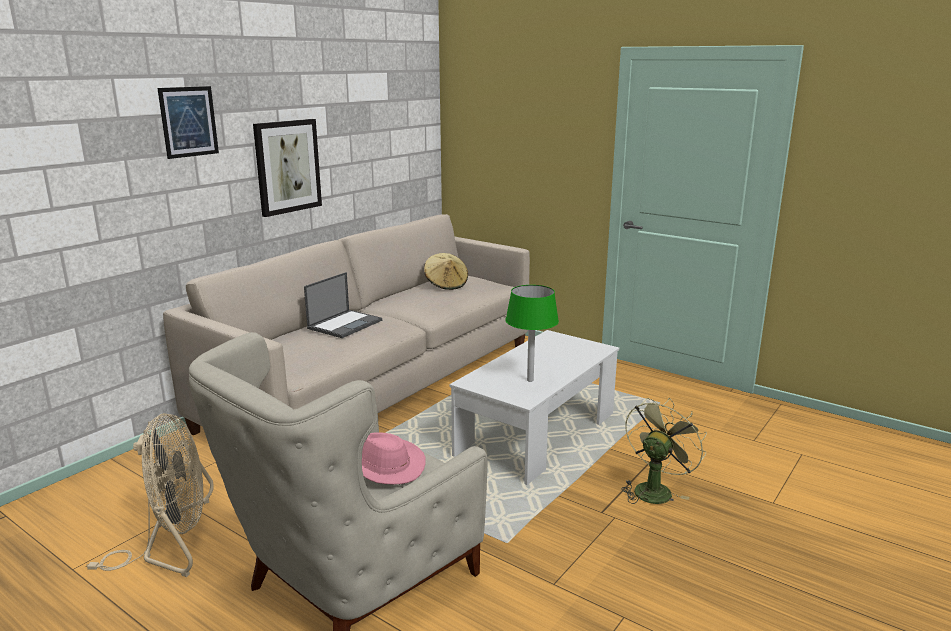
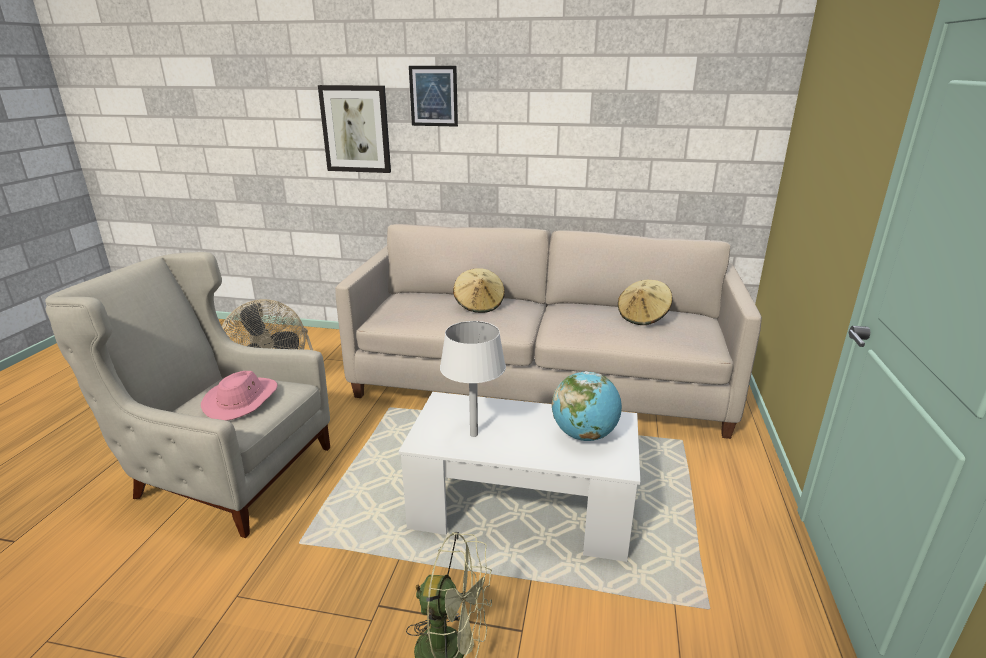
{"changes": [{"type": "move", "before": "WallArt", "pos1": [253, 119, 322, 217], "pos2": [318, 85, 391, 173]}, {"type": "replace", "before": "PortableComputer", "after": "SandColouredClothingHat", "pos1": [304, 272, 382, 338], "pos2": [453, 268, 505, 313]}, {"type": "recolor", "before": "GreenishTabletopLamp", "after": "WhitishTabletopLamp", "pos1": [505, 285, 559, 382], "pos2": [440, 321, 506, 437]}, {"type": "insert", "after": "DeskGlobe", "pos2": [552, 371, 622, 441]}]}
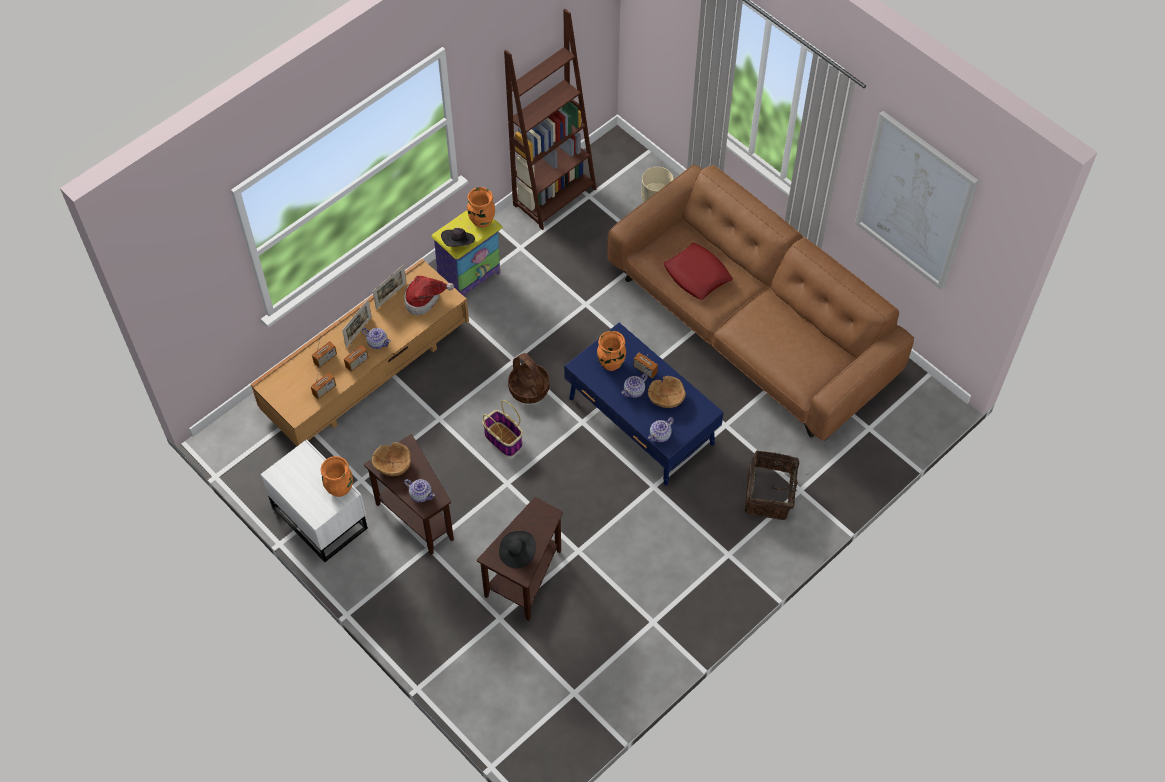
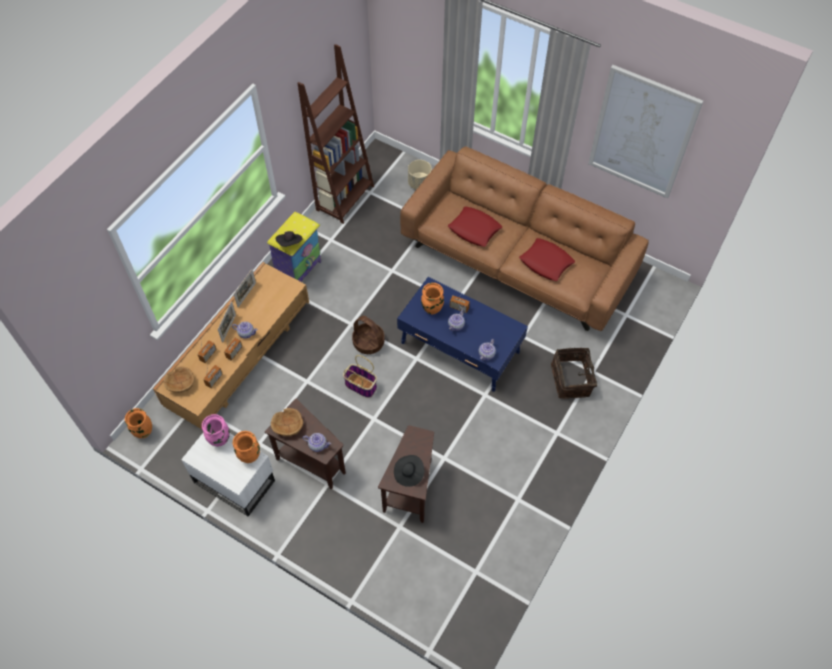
{"changes": [{"type": "delete", "before": "ClothingHat", "pos1": [404, 276, 454, 315]}, {"type": "move", "before": "OrangeFlowerVase", "pos1": [467, 187, 495, 228], "pos2": [125, 408, 152, 438]}, {"type": "move", "before": "BrownishBowl", "pos1": [648, 376, 686, 408], "pos2": [164, 366, 195, 393]}, {"type": "insert", "after": "PinkFlowerVase", "pos2": [202, 414, 229, 447]}, {"type": "insert", "after": "RedColouredPillow", "pos2": [519, 238, 575, 281]}]}
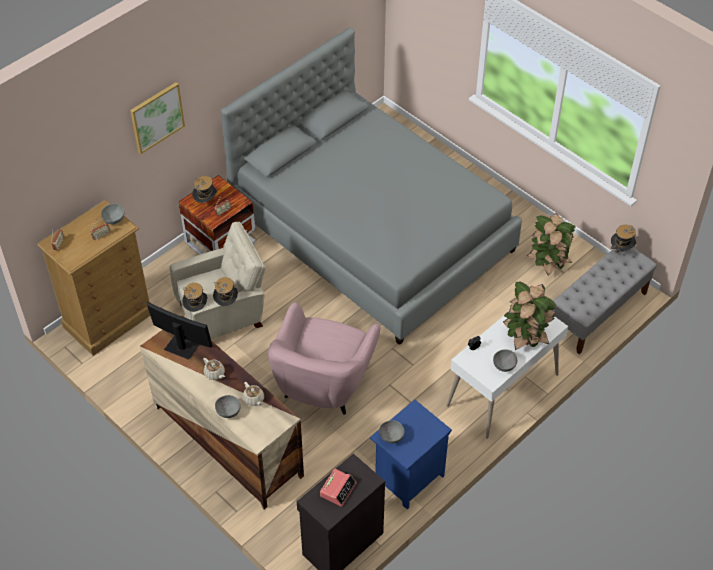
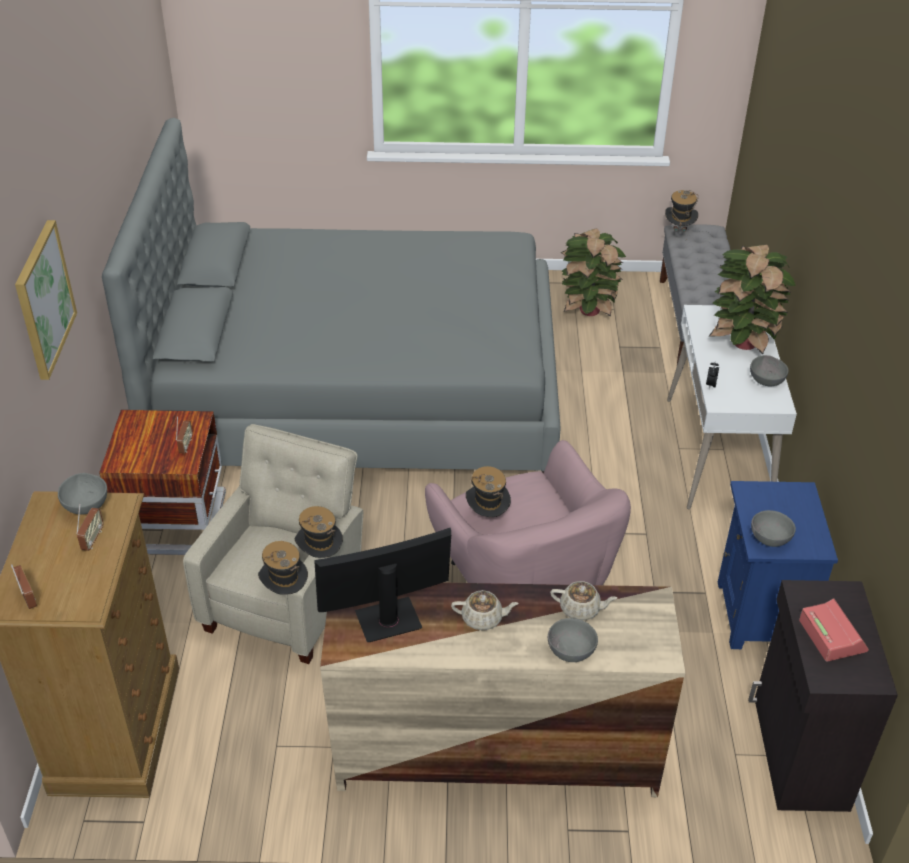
{"changes": [{"type": "move", "before": "ClothingHat", "pos1": [192, 176, 217, 203], "pos2": [466, 466, 511, 517]}]}
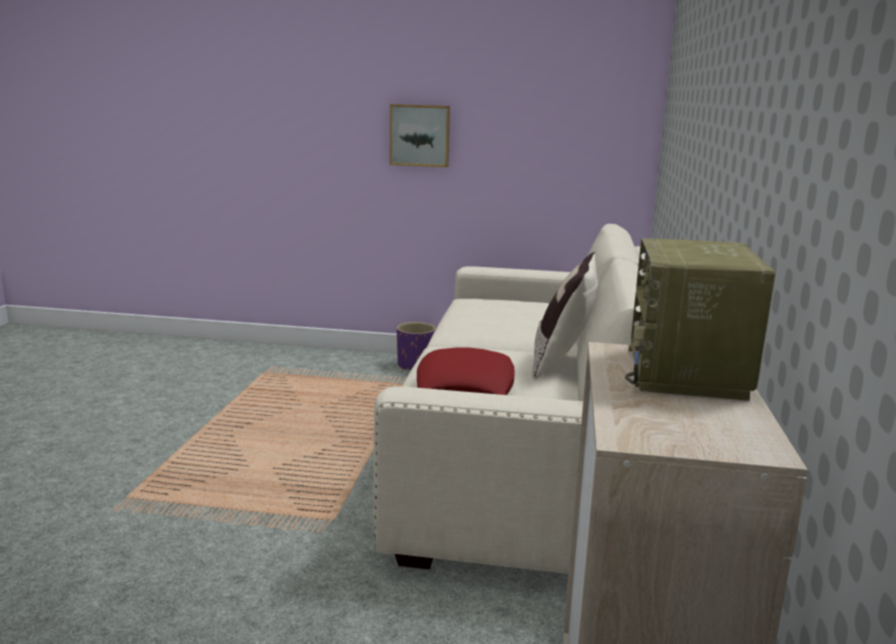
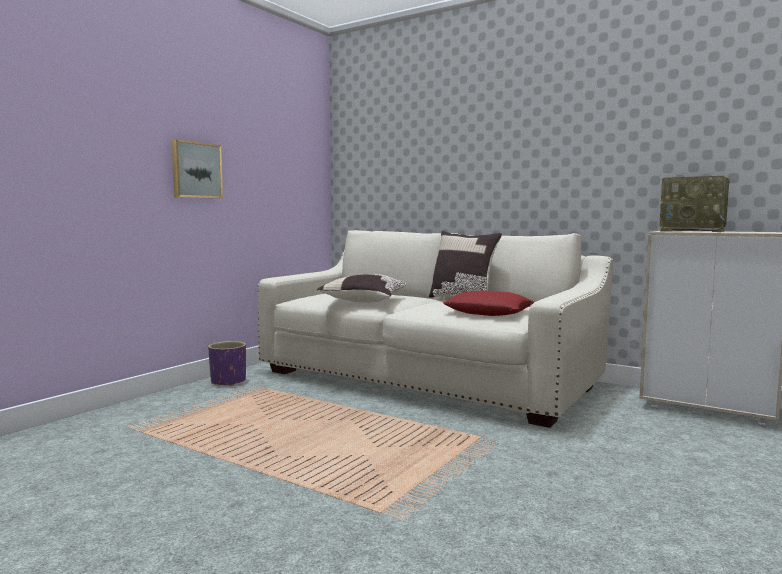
{"changes": [{"type": "insert", "after": "Pillow", "pos2": [317, 274, 406, 303]}]}
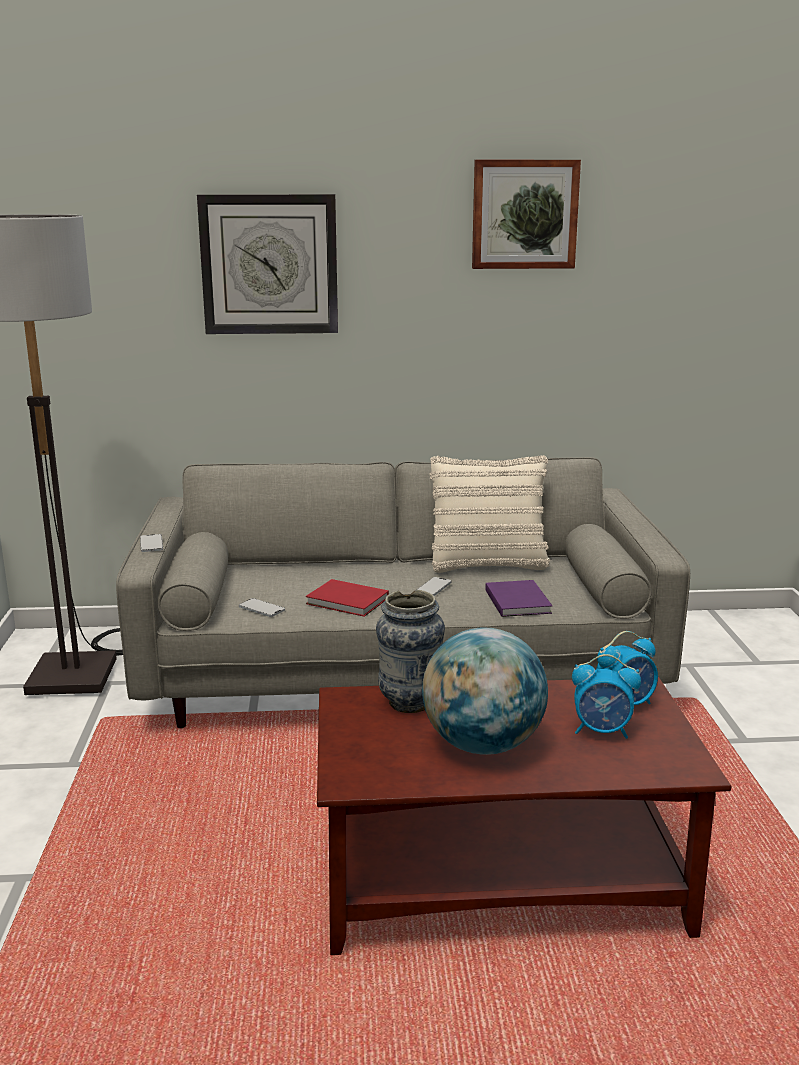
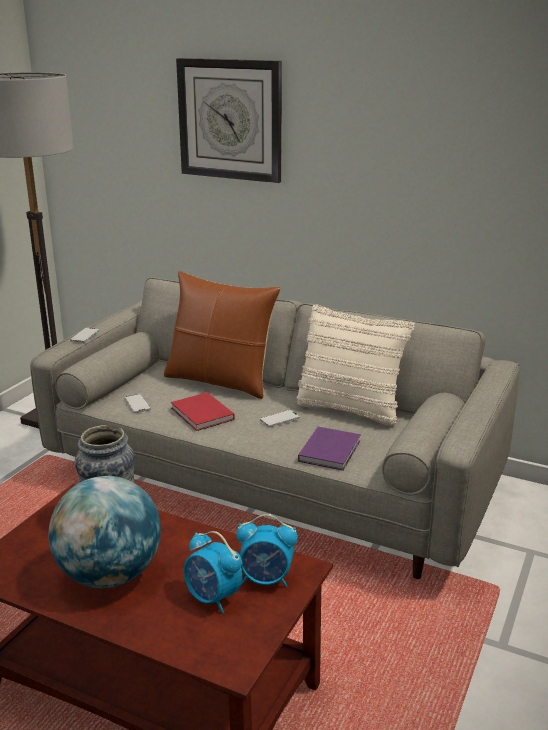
{"changes": [{"type": "delete", "before": "WallArt", "pos1": [472, 160, 581, 269]}, {"type": "insert", "after": "BrownishPillow", "pos2": [164, 271, 280, 399]}]}
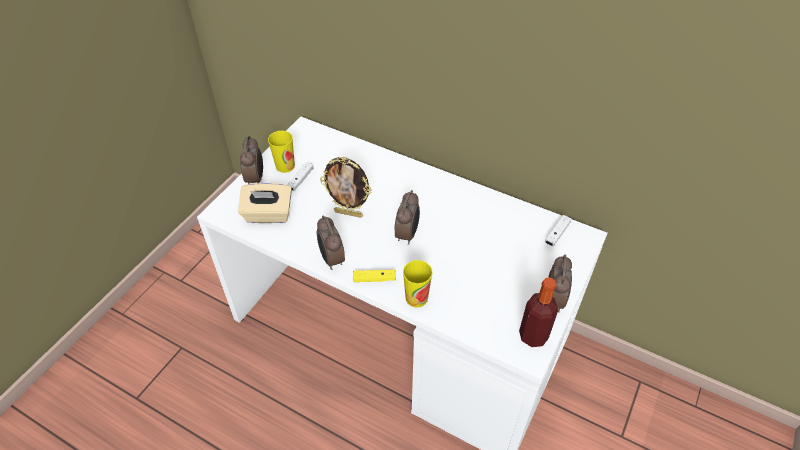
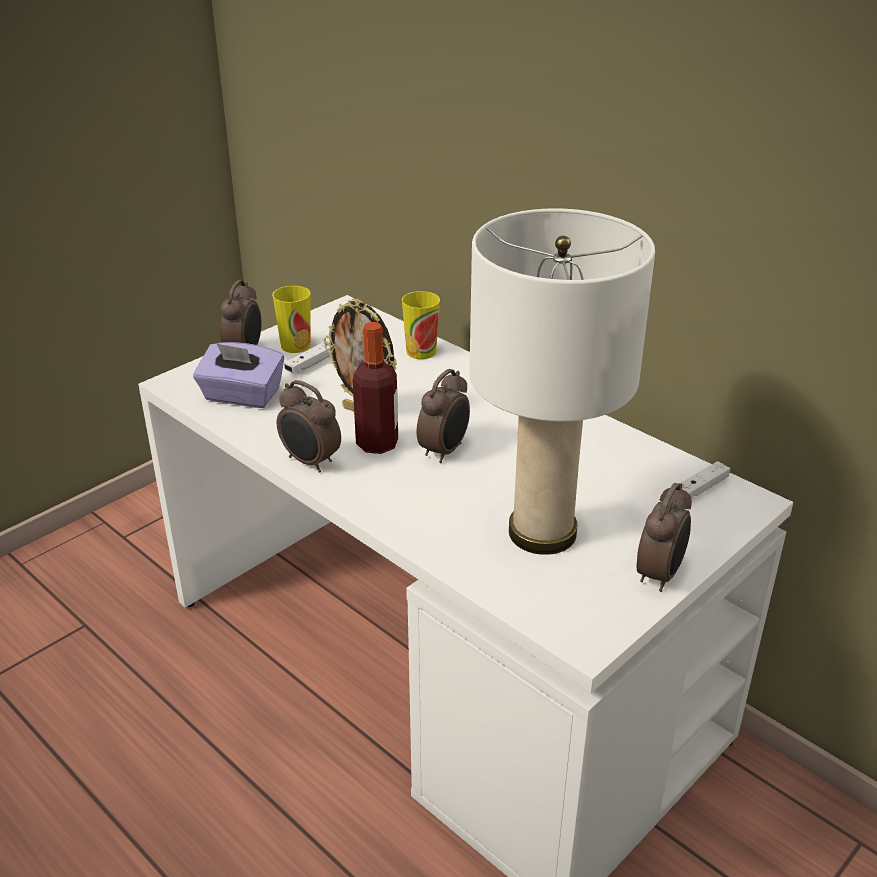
{"changes": [{"type": "recolor", "before": "SandColouredTissueHolder", "after": "PurplishTissueHolder", "pos1": [238, 183, 292, 223], "pos2": [193, 342, 284, 408]}, {"type": "rotate", "before": "TableClock", "pos1": [317, 215, 345, 270], "pos2": [277, 380, 341, 473], "turn": -45}, {"type": "delete", "before": "YellowJoypad", "pos1": [353, 270, 396, 282]}, {"type": "move", "before": "SmallCup", "pos1": [403, 260, 433, 307], "pos2": [402, 291, 440, 359]}, {"type": "move", "before": "DrinkBottle", "pos1": [519, 278, 558, 347], "pos2": [353, 322, 398, 454]}, {"type": "insert", "after": "WhitishTabletopLamp", "pos2": [470, 209, 655, 555]}]}
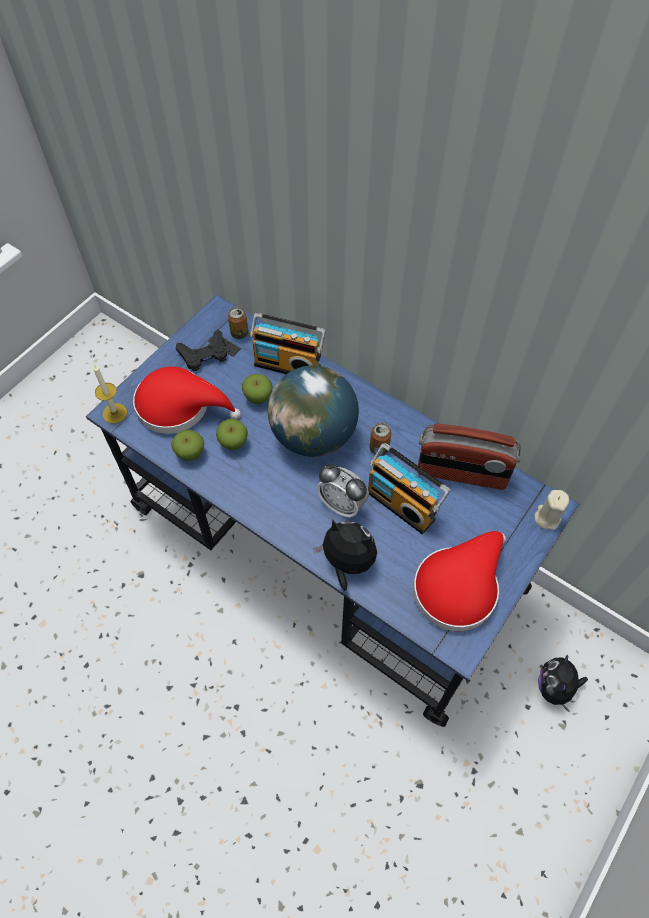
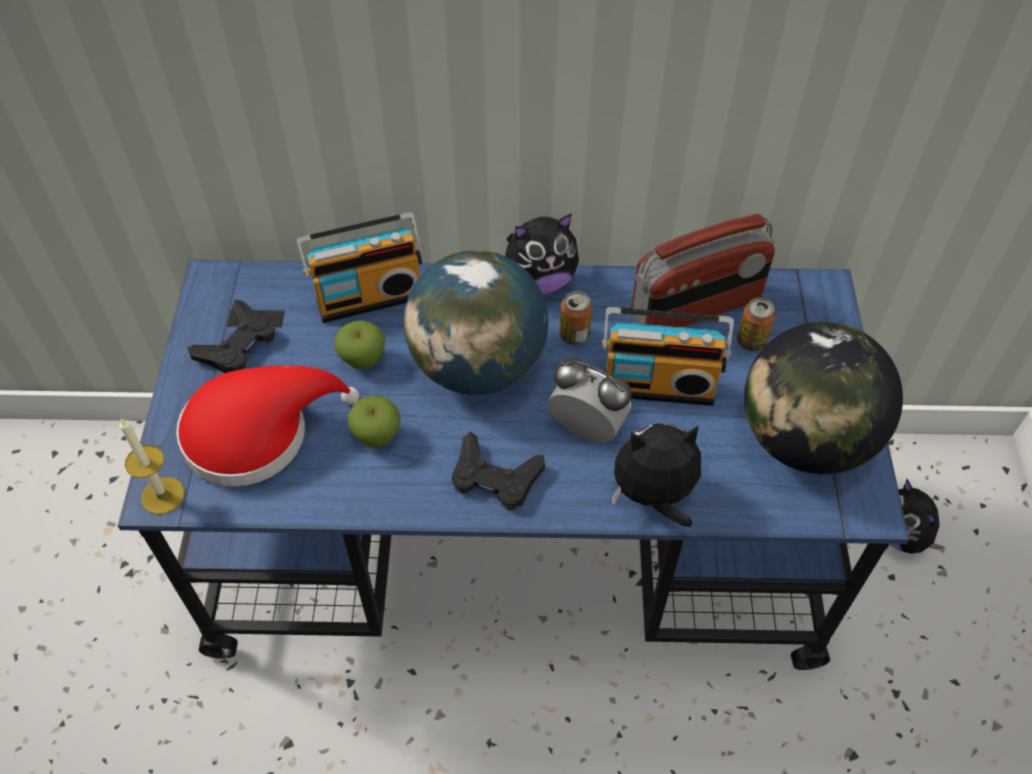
{"changes": [{"type": "delete", "before": "Apple", "pos1": [171, 430, 204, 461]}, {"type": "move", "before": "SealedCan", "pos1": [228, 307, 249, 339], "pos2": [737, 298, 776, 351]}, {"type": "rotate", "before": "TableClock", "pos1": [317, 464, 369, 518], "pos2": [548, 358, 631, 442], "turn": -150}, {"type": "replace", "before": "RedColouredClothingHat", "after": "DeskGlobe", "pos1": [413, 531, 506, 632], "pos2": [744, 322, 903, 474]}, {"type": "delete", "before": "SandColouredWaxCandle", "pos1": [534, 490, 569, 530]}, {"type": "insert", "after": "BlackJoypad", "pos2": [452, 431, 545, 510]}, {"type": "insert", "after": "CuddlyToy", "pos2": [505, 213, 579, 295]}]}
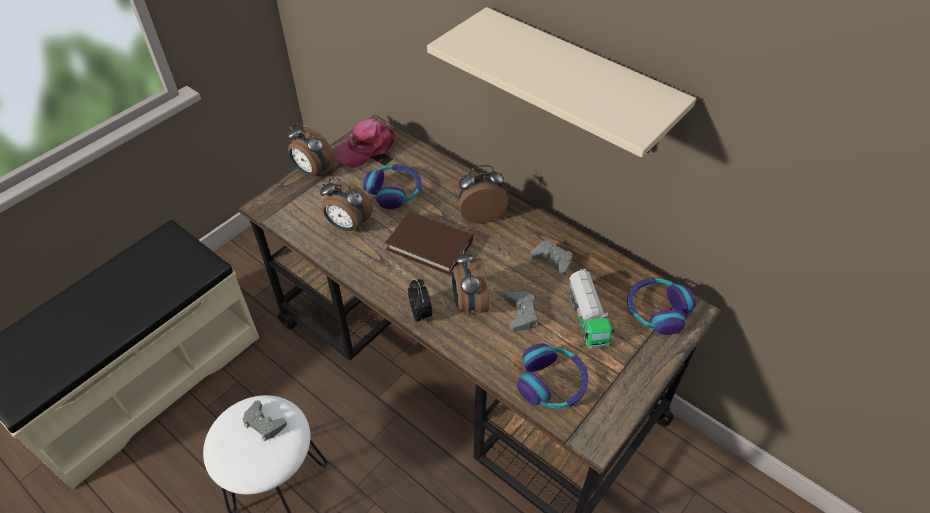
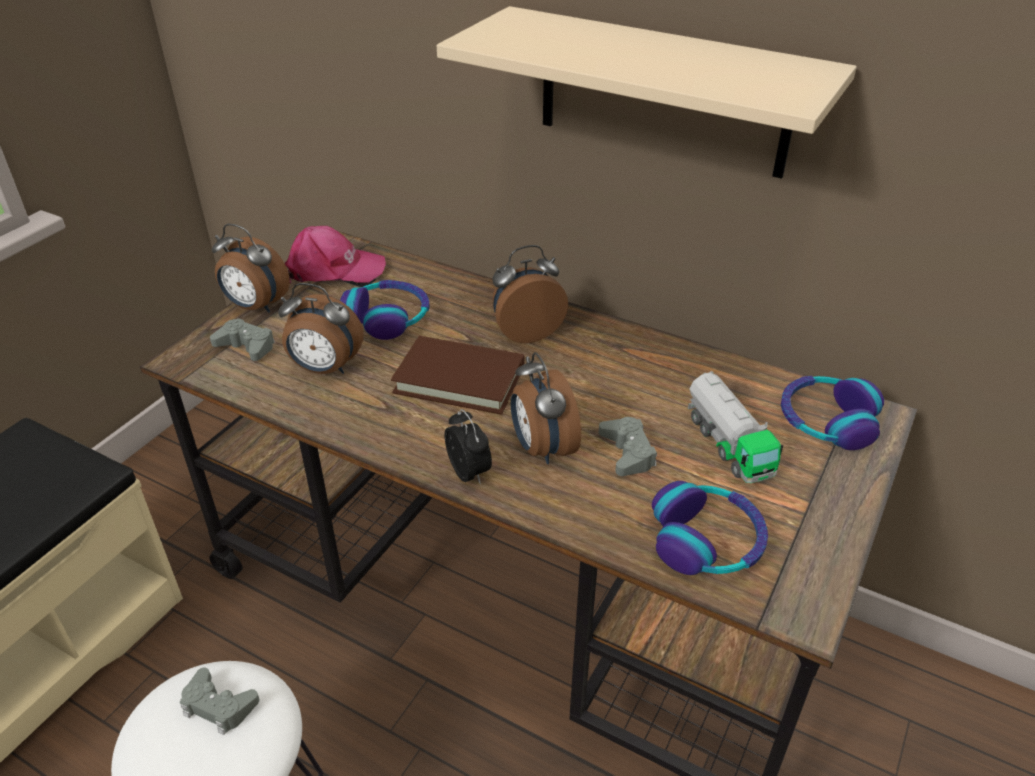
{"changes": [{"type": "rotate", "before": "PinkCap", "pos1": [334, 117, 395, 168], "pos2": [284, 226, 386, 283], "turn": -135}, {"type": "move", "before": "GreyishJoypad", "pos1": [530, 240, 573, 276], "pos2": [210, 318, 275, 361]}]}
